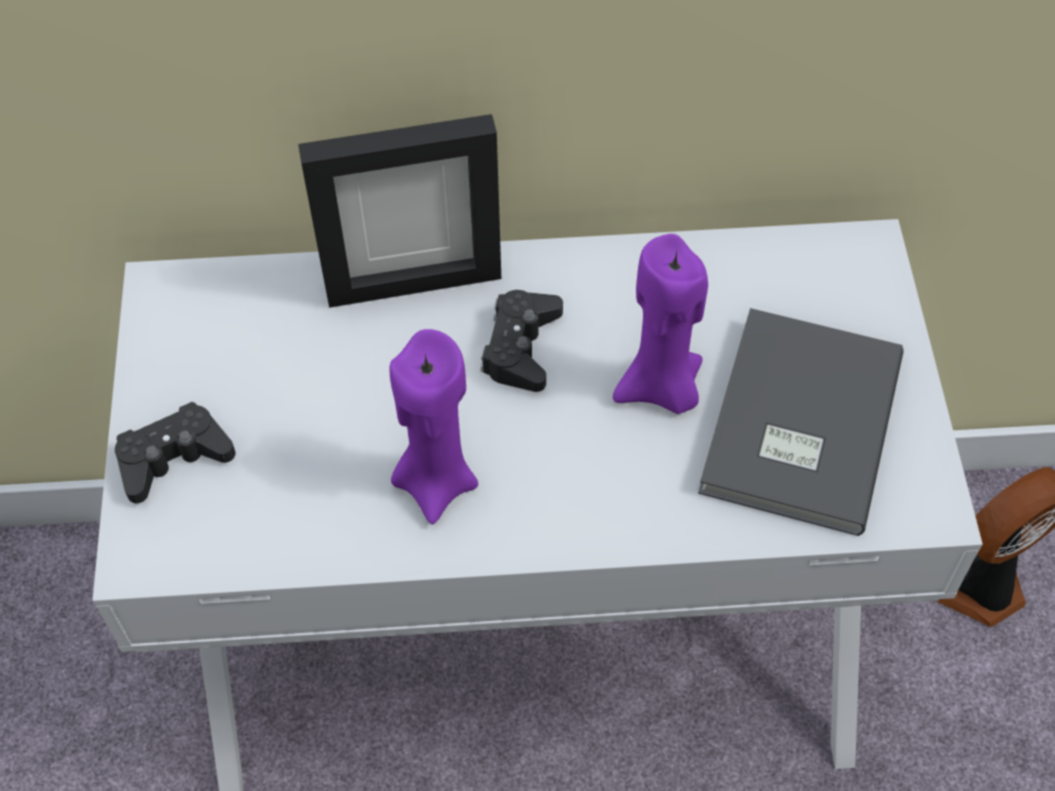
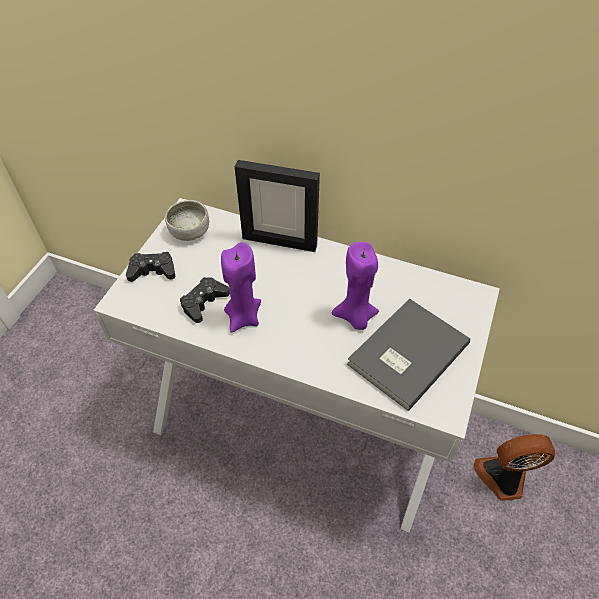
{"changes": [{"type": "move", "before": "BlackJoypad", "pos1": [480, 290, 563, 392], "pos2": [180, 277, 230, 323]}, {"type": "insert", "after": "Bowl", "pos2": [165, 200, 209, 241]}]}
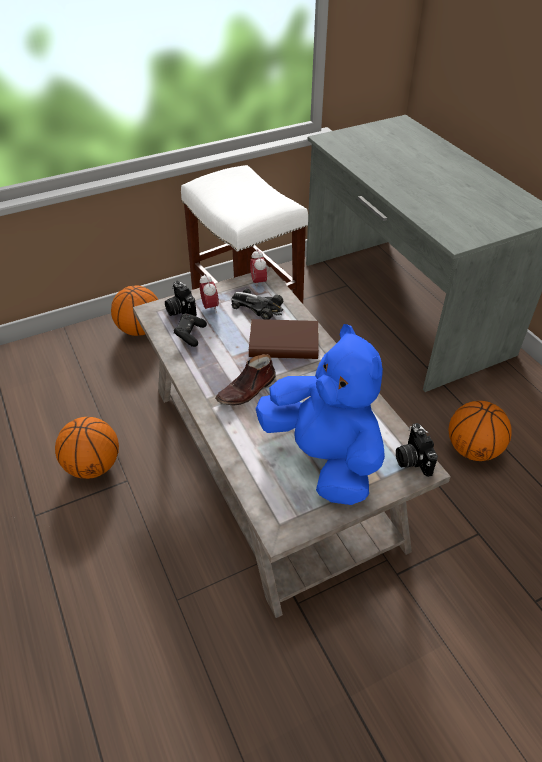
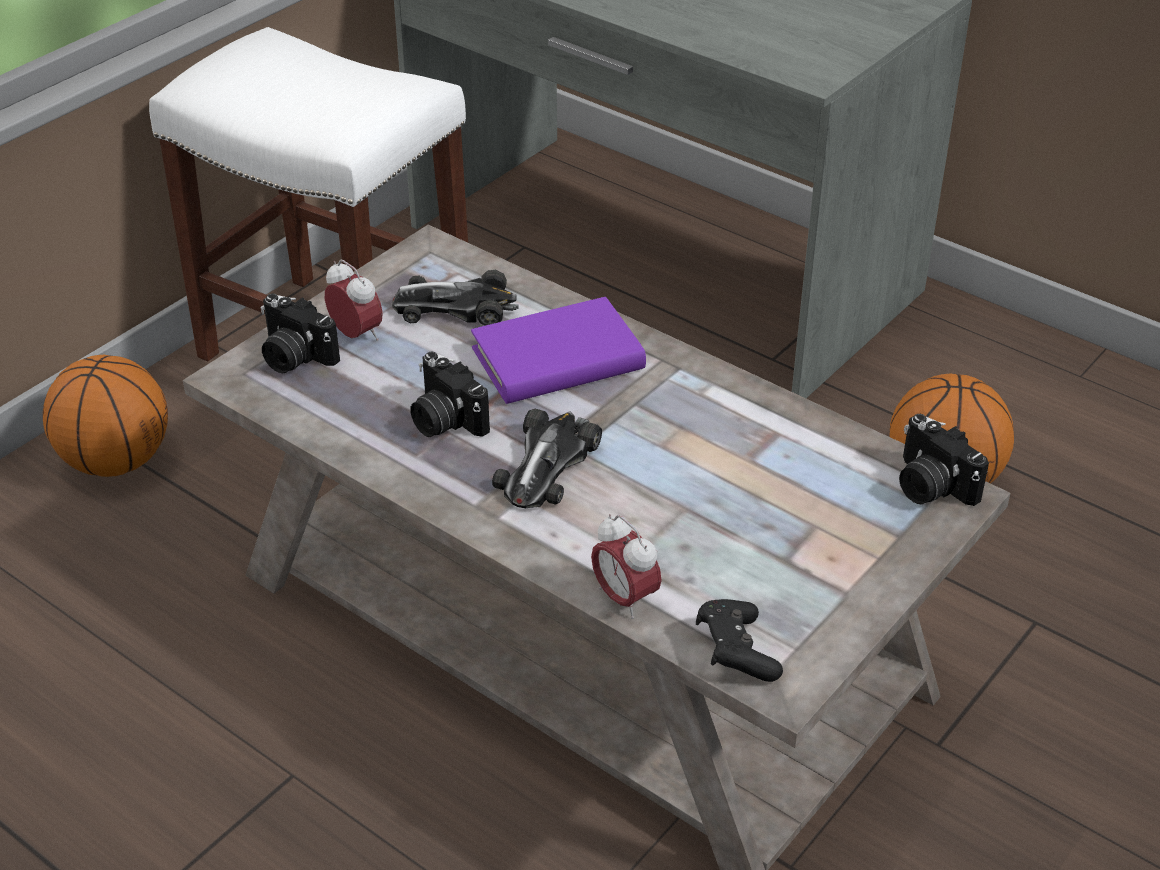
{"changes": [{"type": "delete", "before": "BallForBasketball", "pos1": [55, 417, 119, 479]}, {"type": "move", "before": "BlackJoypad", "pos1": [174, 314, 207, 347], "pos2": [696, 599, 783, 682]}, {"type": "replace", "before": "BrownishItemOfFootwear", "after": "ModelCar", "pos1": [215, 354, 276, 405], "pos2": [492, 409, 602, 508]}, {"type": "recolor", "before": "BrownishBoundBook", "after": "PurplishBoundBook", "pos1": [249, 319, 319, 359], "pos2": [471, 297, 646, 404]}, {"type": "move", "before": "TableClock", "pos1": [250, 249, 267, 289], "pos2": [591, 514, 662, 619]}, {"type": "delete", "before": "BlueColouredCuddlyToy", "pos1": [256, 324, 385, 505]}, {"type": "insert", "after": "StillCamera", "pos2": [410, 352, 490, 437]}]}
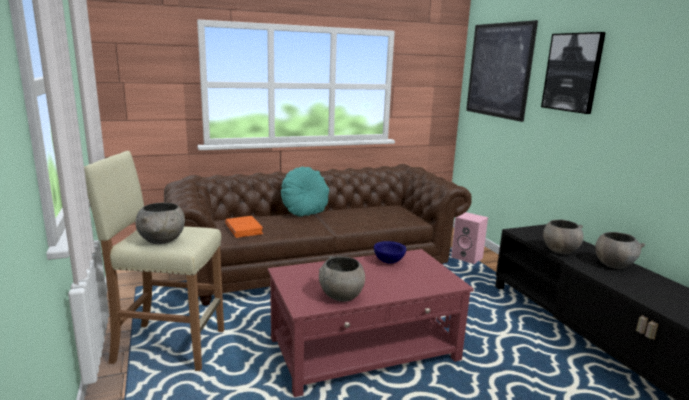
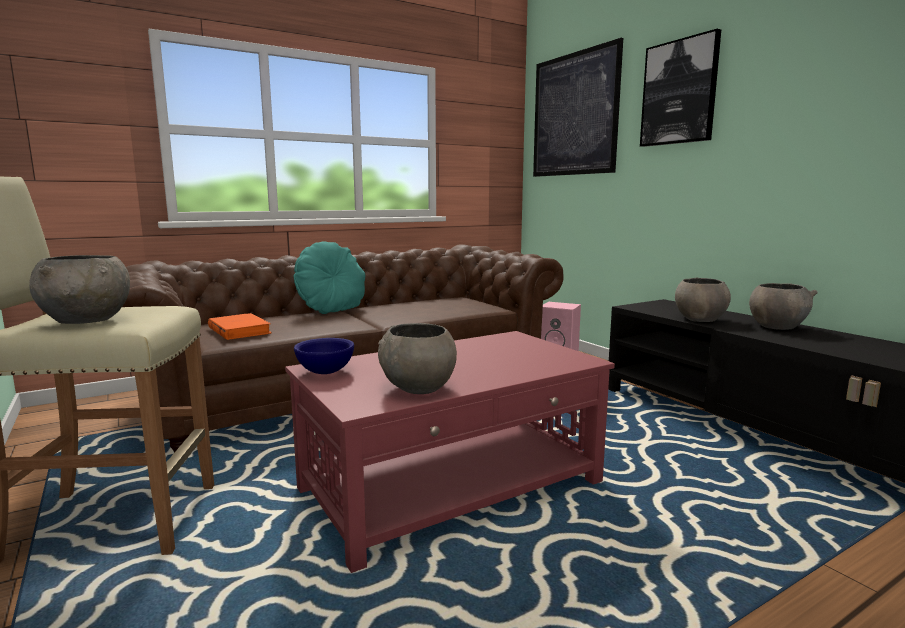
{"changes": [{"type": "move", "before": "BlueColouredBowl", "pos1": [374, 241, 406, 263], "pos2": [294, 338, 354, 374]}]}
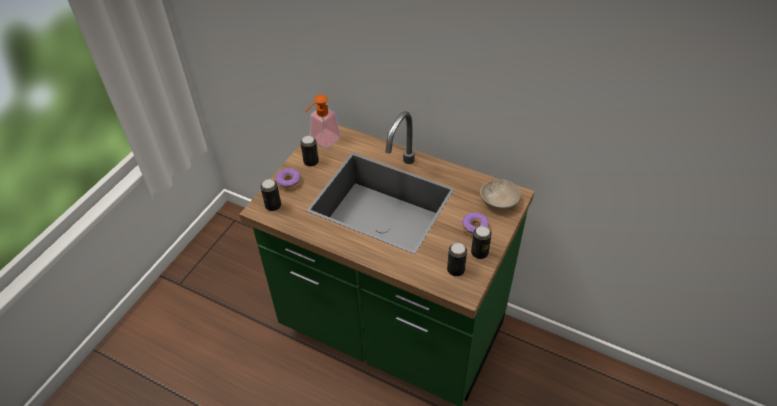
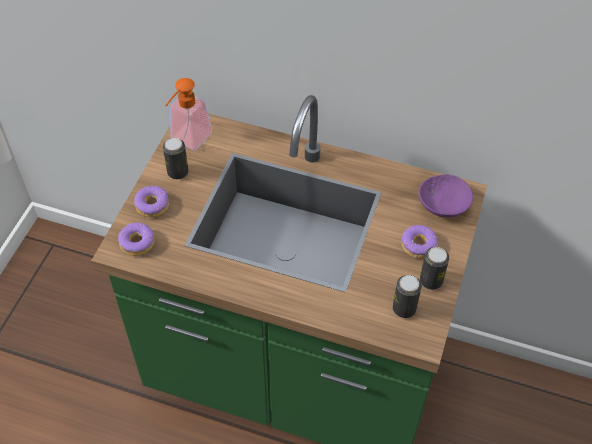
{"changes": [{"type": "replace", "before": "SealedCan", "after": "Donut", "pos1": [260, 179, 281, 211], "pos2": [118, 223, 155, 256]}, {"type": "recolor", "before": "SandColouredBowl", "after": "PurplishBowl", "pos1": [480, 179, 521, 210], "pos2": [419, 174, 473, 217]}]}
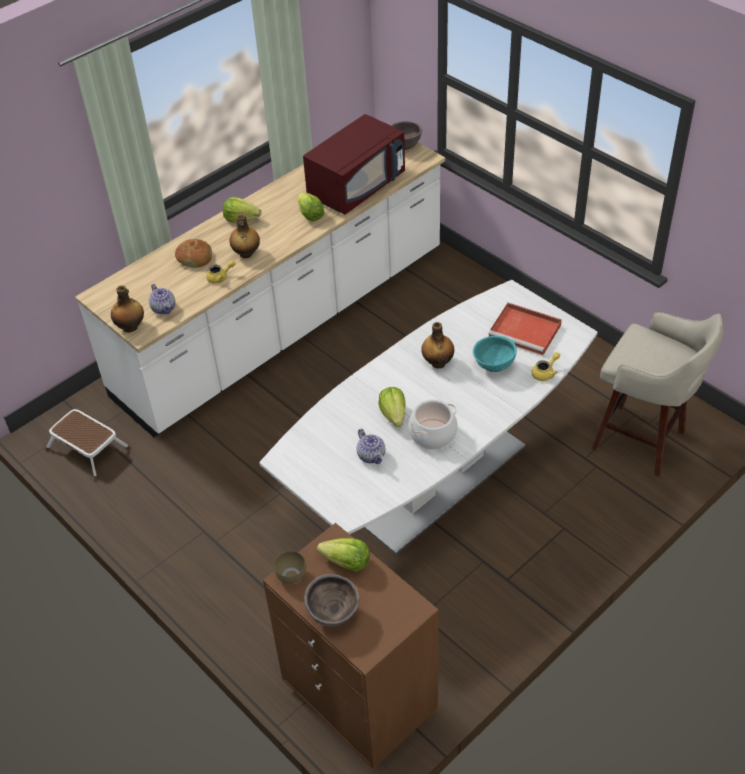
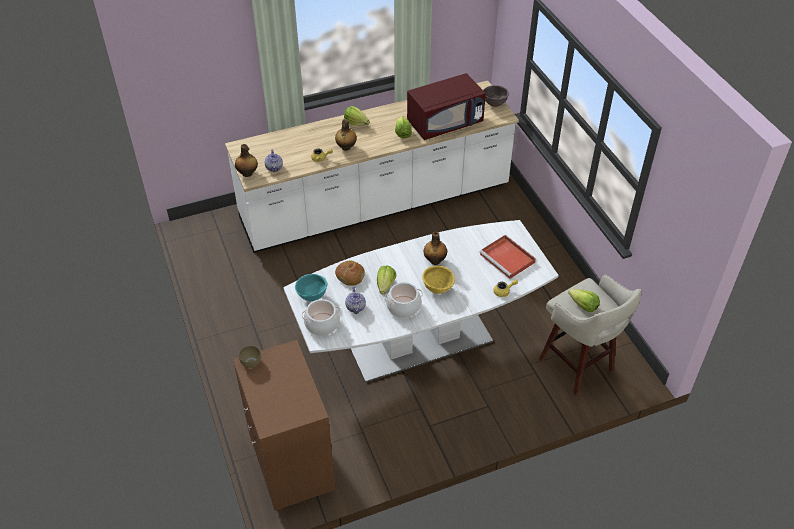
{"changes": [{"type": "delete", "before": "BrownishStepladder", "pos1": [45, 409, 131, 481]}, {"type": "move", "before": "Bread", "pos1": [175, 239, 212, 268], "pos2": [335, 261, 365, 286]}, {"type": "delete", "before": "BrownishBowl", "pos1": [304, 574, 359, 627]}, {"type": "move", "before": "LettuceHead", "pos1": [317, 538, 370, 571], "pos2": [568, 289, 600, 312]}, {"type": "move", "before": "BlueGreenBowl", "pos1": [473, 336, 517, 372], "pos2": [295, 274, 327, 301]}, {"type": "insert", "after": "Stockpot", "pos2": [302, 299, 341, 336]}, {"type": "insert", "after": "YellowBowl", "pos2": [422, 265, 455, 294]}]}
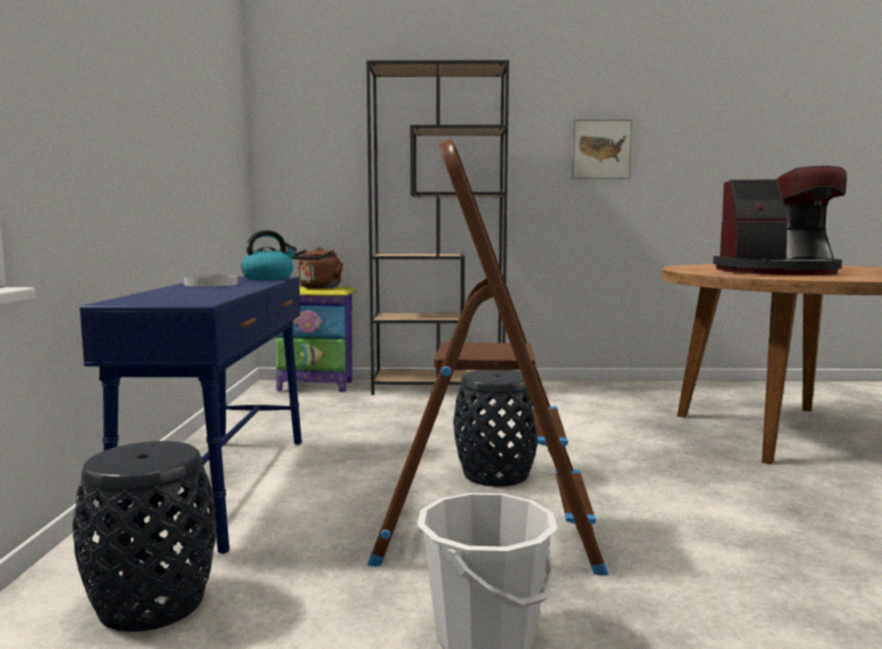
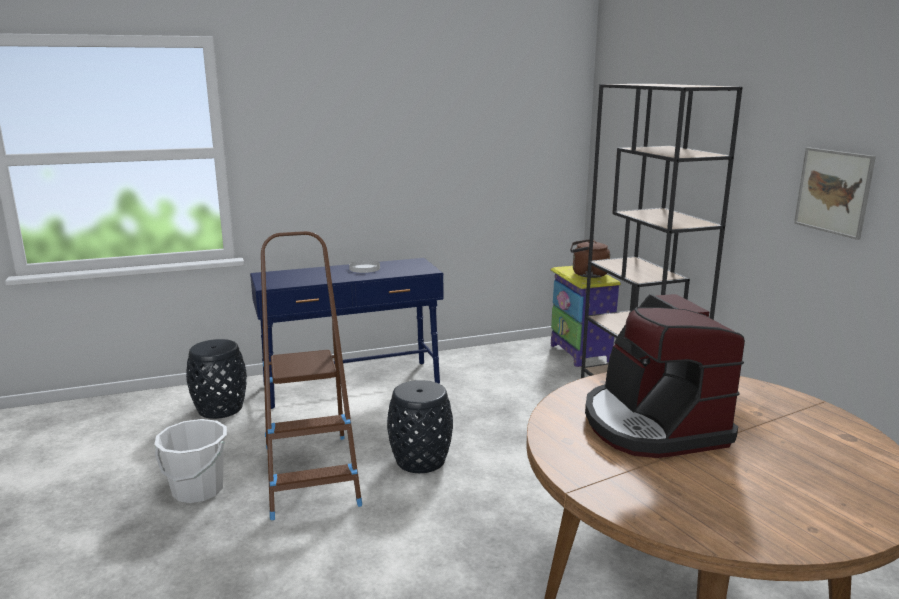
{"changes": [{"type": "delete", "before": "TeaKettle", "pos1": [241, 230, 297, 280]}]}
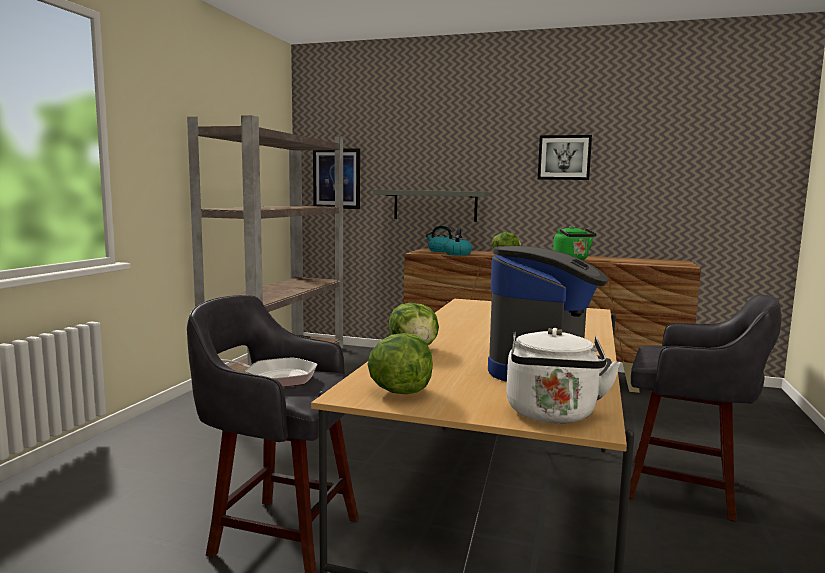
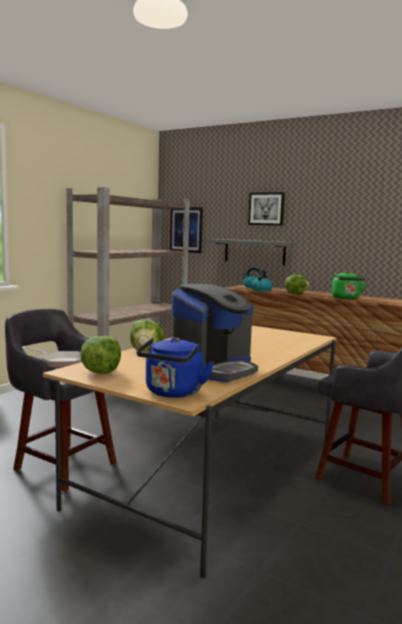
{"changes": [{"type": "recolor", "before": "WhitishTeaKettle", "after": "BlueColouredTeaKettle", "pos1": [506, 328, 621, 424], "pos2": [137, 337, 214, 398]}, {"type": "move", "before": "WallArt", "pos1": [538, 135, 592, 180], "pos2": [248, 192, 285, 226]}]}
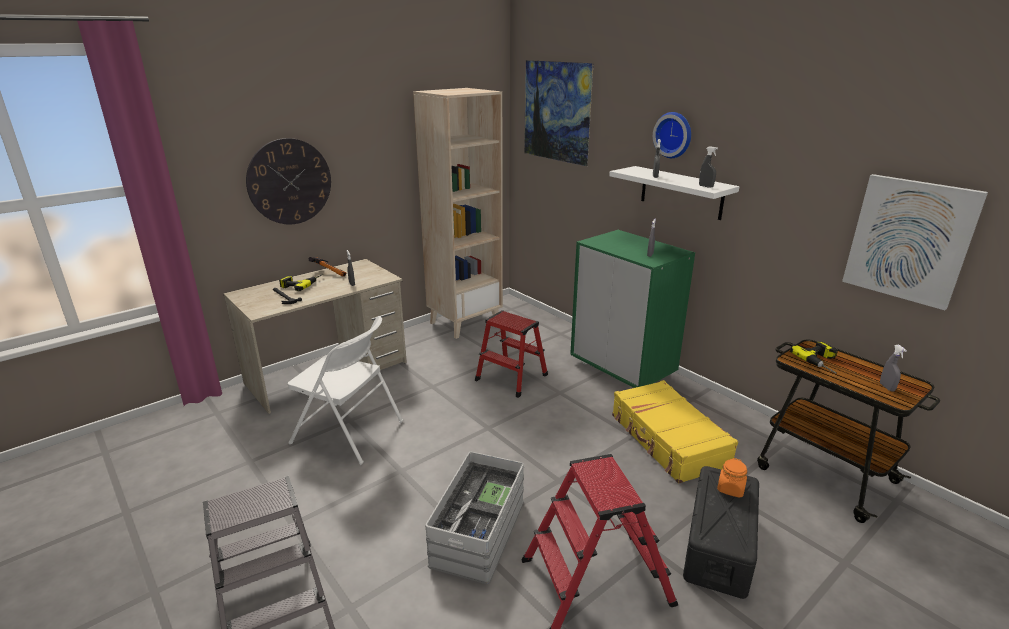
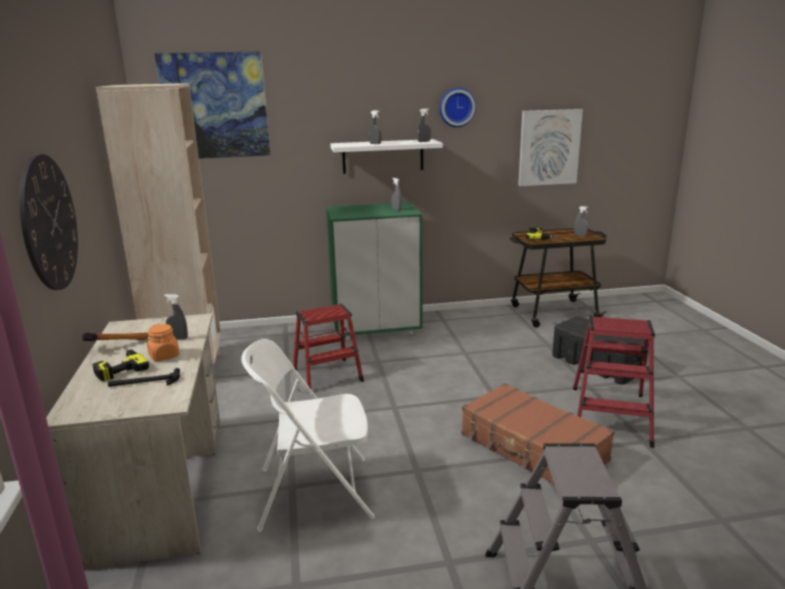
{"changes": [{"type": "rotate", "before": "WhitishChair", "pos1": [288, 316, 403, 465], "pos2": [241, 339, 375, 533], "turn": -150}, {"type": "replace", "before": "GreyishStorageBox", "after": "BrownishPieceOfLuggage", "pos1": [425, 452, 524, 584], "pos2": [461, 383, 614, 485]}, {"type": "delete", "before": "YellowPieceOfLuggage", "pos1": [612, 380, 738, 484]}, {"type": "move", "before": "WallClock", "pos1": [653, 112, 691, 158], "pos2": [439, 88, 476, 127]}, {"type": "move", "before": "OrangePreserveJar", "pos1": [717, 458, 747, 498], "pos2": [147, 324, 180, 361]}]}
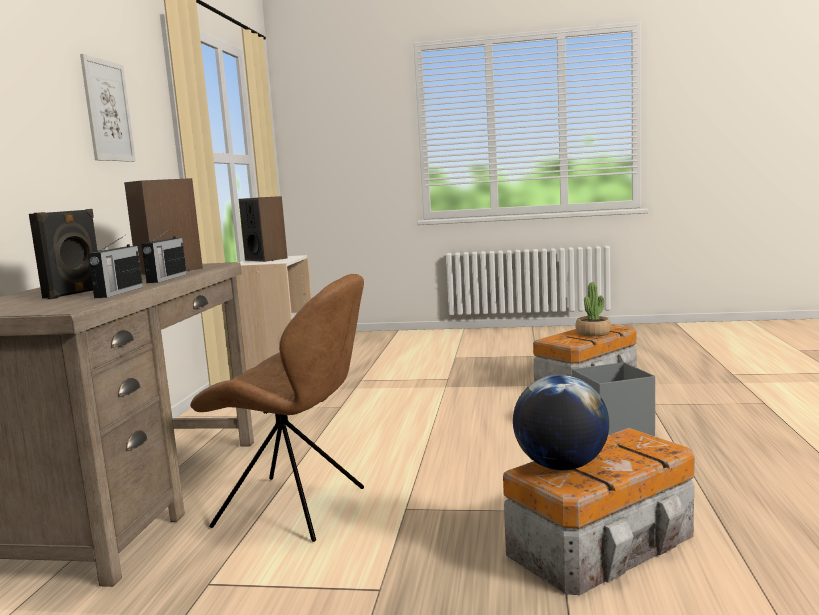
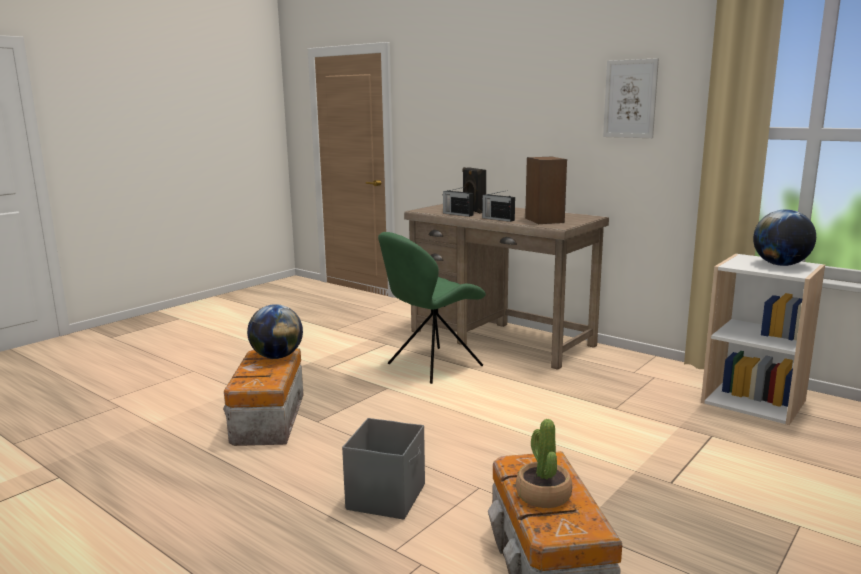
{"changes": [{"type": "recolor", "before": "BrownishChair", "after": "GreenishChair", "pos1": [190, 274, 364, 542], "pos2": [378, 232, 486, 384]}, {"type": "replace", "before": "AudioSpeaker", "after": "DeskGlobe", "pos1": [239, 196, 288, 262], "pos2": [753, 209, 816, 266]}]}
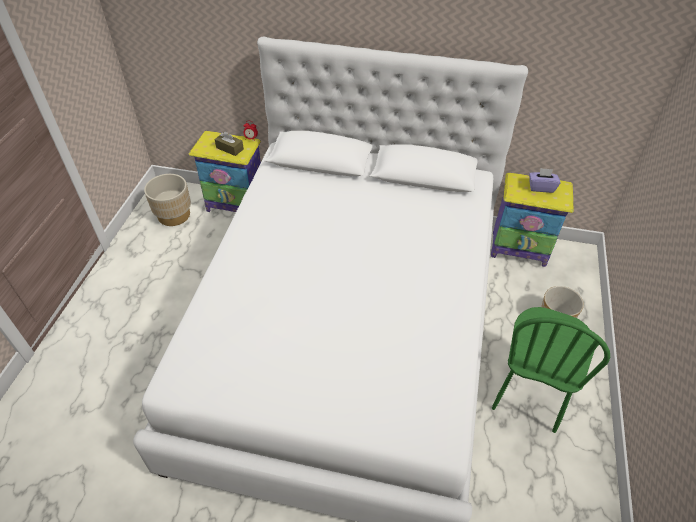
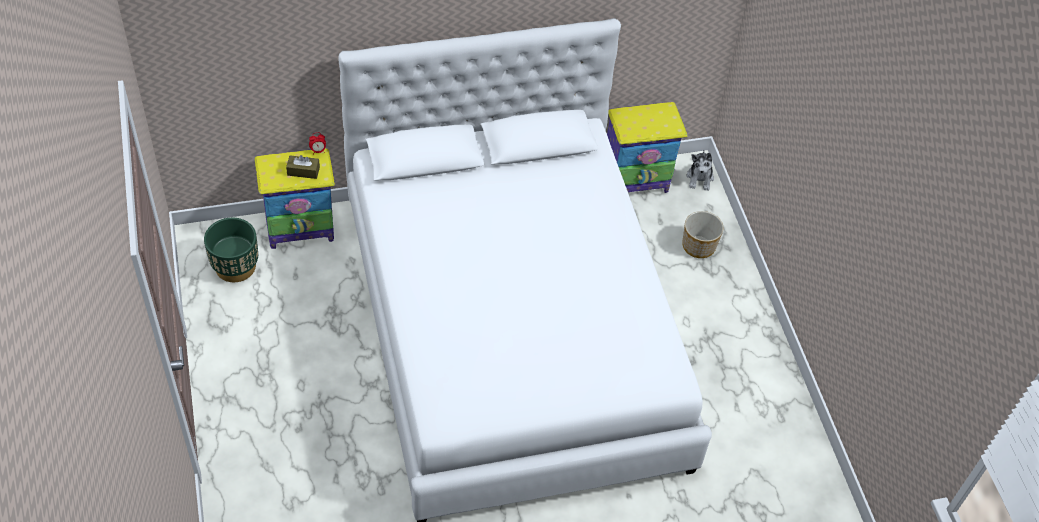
{"changes": [{"type": "recolor", "before": "SandColouredPlanter", "after": "GreenishPlanter", "pos1": [144, 174, 191, 226], "pos2": [204, 218, 258, 282]}, {"type": "delete", "before": "GreenishChair", "pos1": [492, 307, 610, 433]}, {"type": "delete", "before": "PurplishTissueHolder", "pos1": [529, 168, 561, 193]}, {"type": "insert", "after": "CuddlyToy", "pos2": [686, 151, 714, 191]}]}
